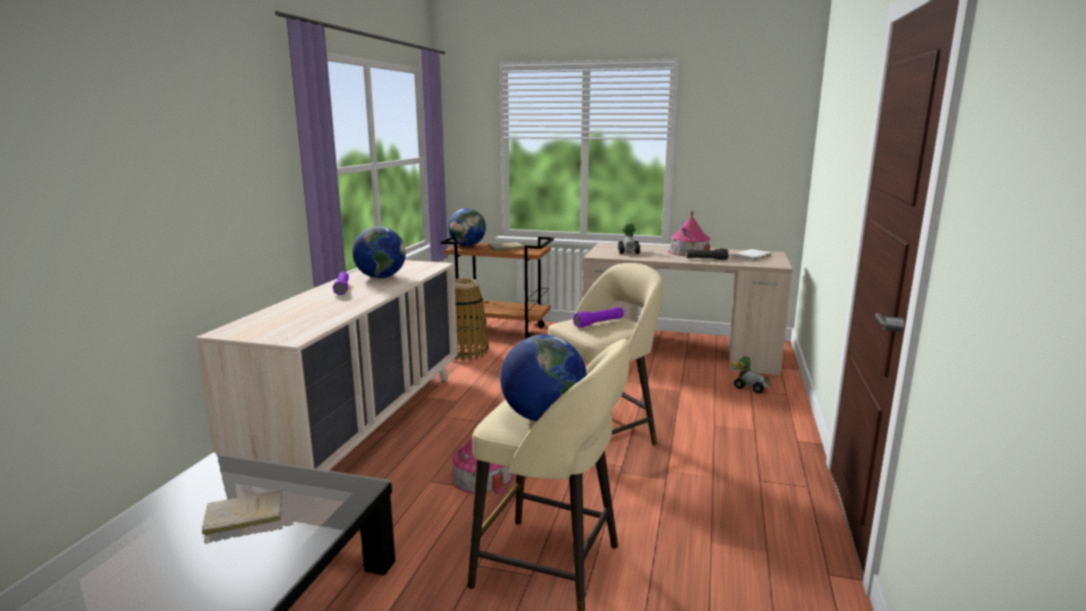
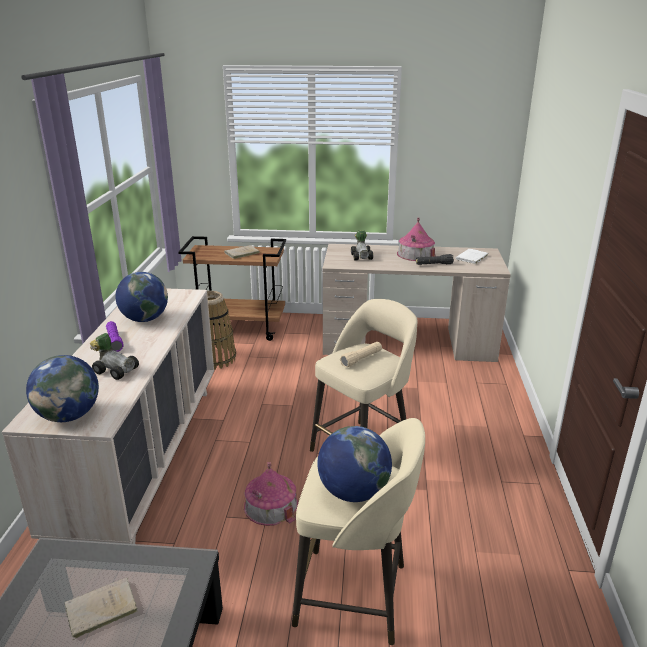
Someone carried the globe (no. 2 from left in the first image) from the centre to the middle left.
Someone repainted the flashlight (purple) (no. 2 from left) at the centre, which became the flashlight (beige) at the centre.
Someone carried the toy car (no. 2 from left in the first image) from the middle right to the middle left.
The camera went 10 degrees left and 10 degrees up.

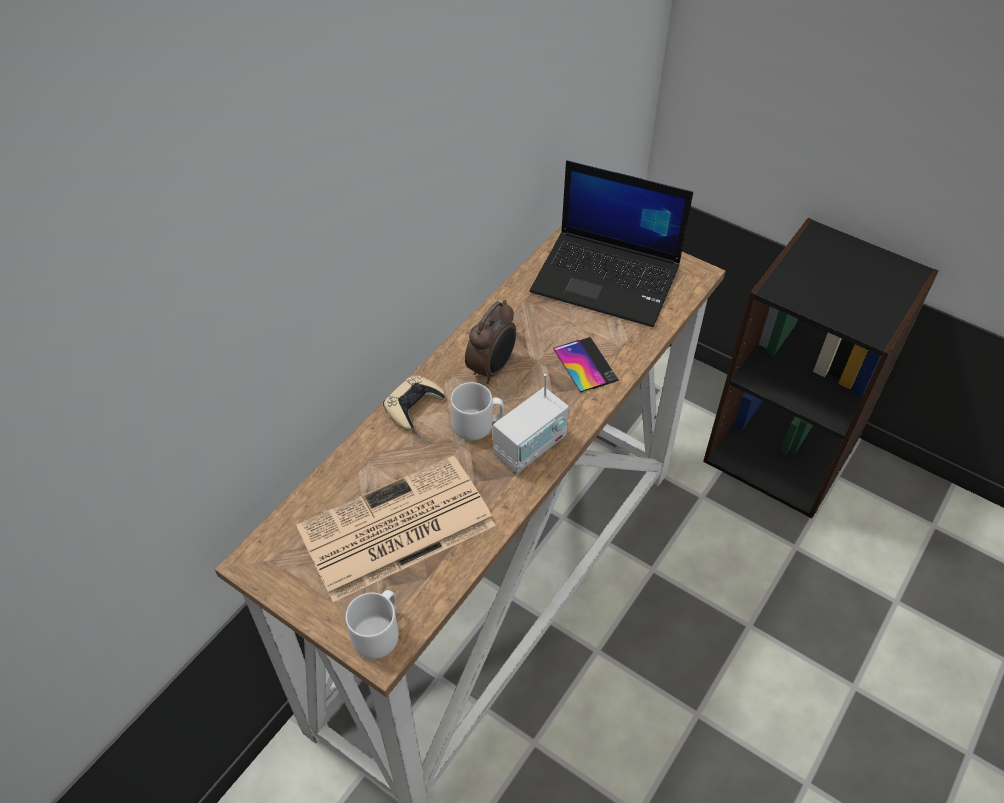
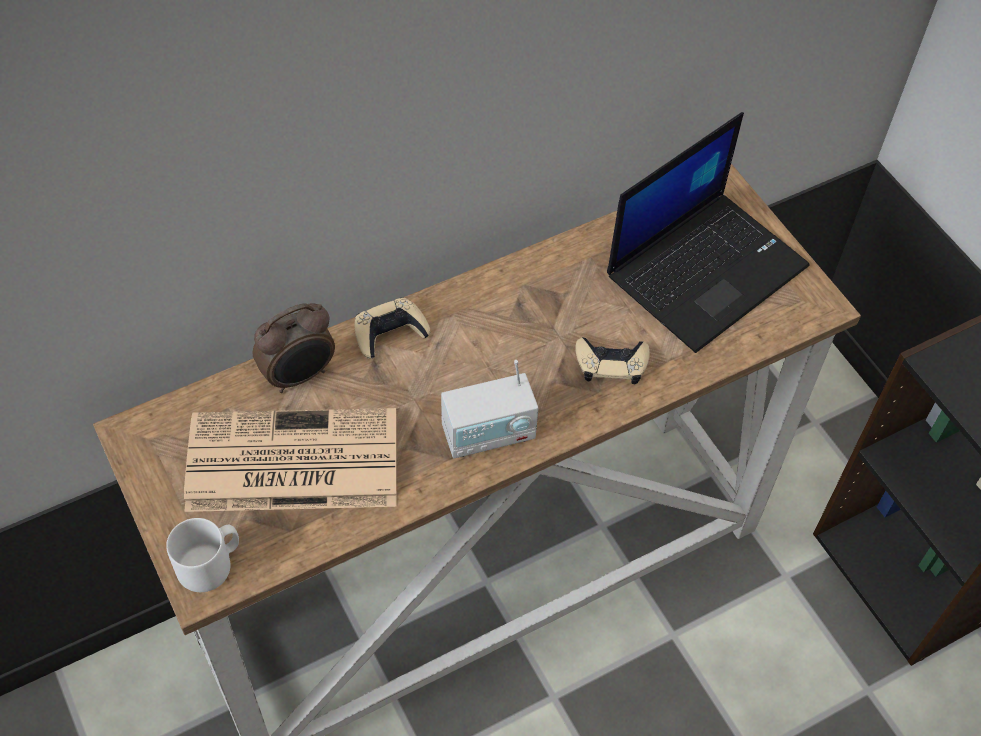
Someone took away the mug (white) (no. 2 from left) at the centre.
Someone carried the alarm clock from the centre to the middle left.
Someone rotated the laptop at the top centre by 90 degrees counterclockwise.
Someone swapped the phone at the centre for the game controller (beige) (no. 2 from left) at the centre.
The camera went 25 degrees right and 5 degrees up.

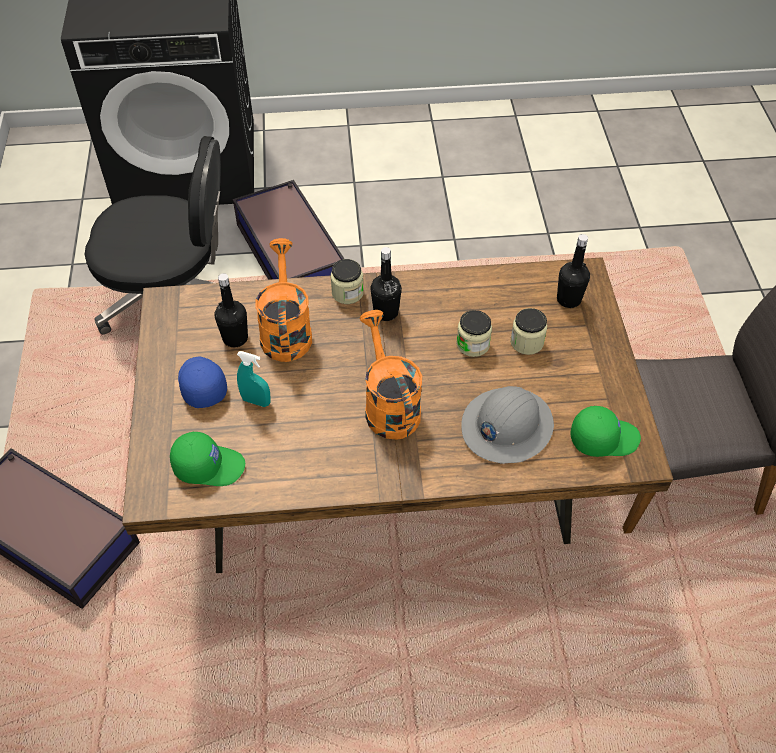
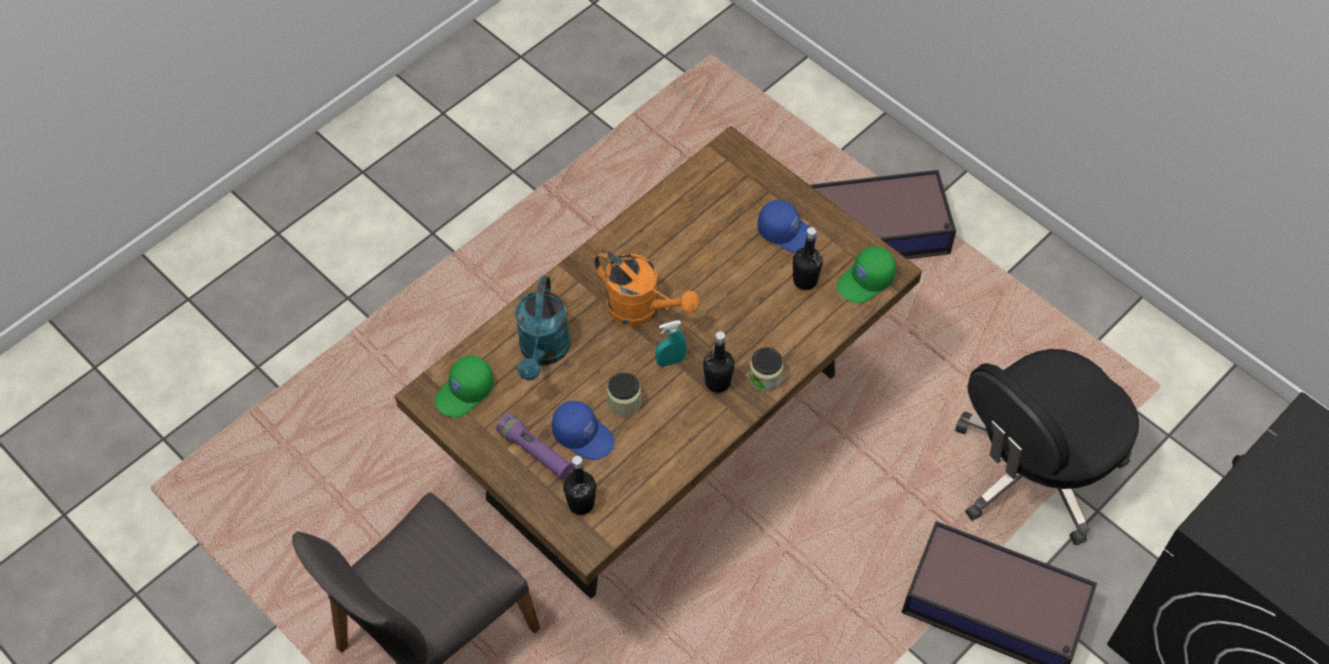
Someone carried the cap (green) (no. 1 from left in the first image) from the middle left to the centre.
Someone carried the spray bottle (turquoise) from the middle left to the centre.
Someone took away the watering can (orange) (no. 1 from left) at the centre.
Someone swapped the hard hat (grey) at the centre for the watering can (turquoise) at the centre.
Someone swapped the jar (no. 3 from left) at the middle right for the cap (blue) (no. 1 from left) at the centre.
Someone put down the flashlight (purple) at the bottom centre.
The camera went 140 degrees right and 5 degrees up.

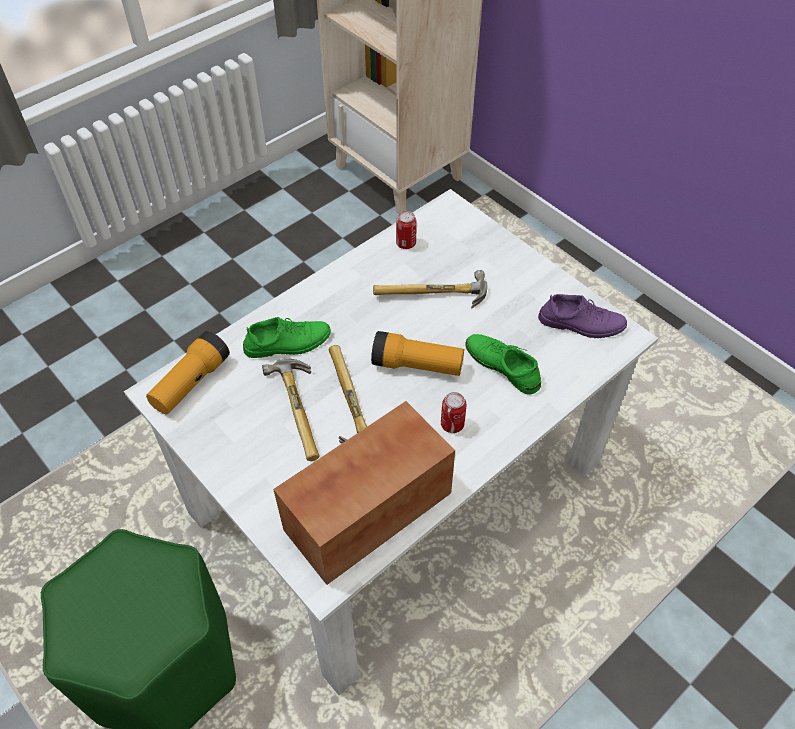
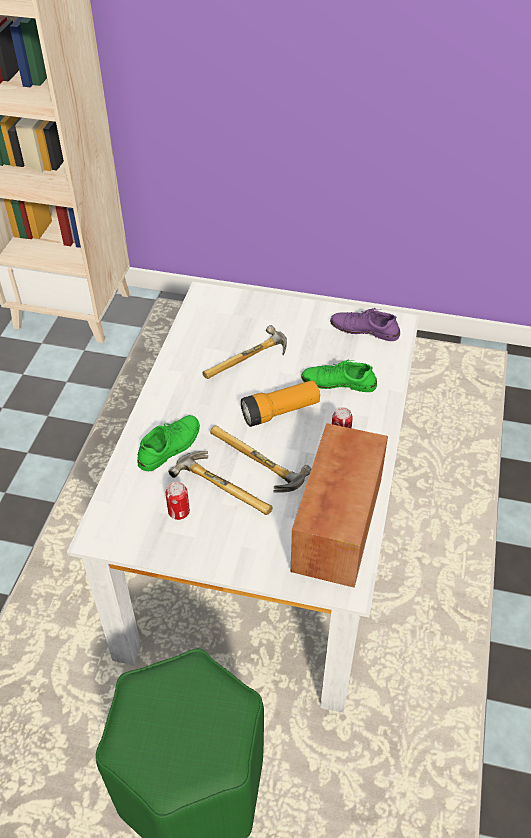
Someone took away the flashlight (no. 1 from left) at the middle left.
Someone carried the can (no. 1 from left) from the top centre to the centre.
Someone rotated the shoe (purple) at the middle right by 135 degrees counterclockwise.
The camera went 35 degrees left and 5 degrees down.

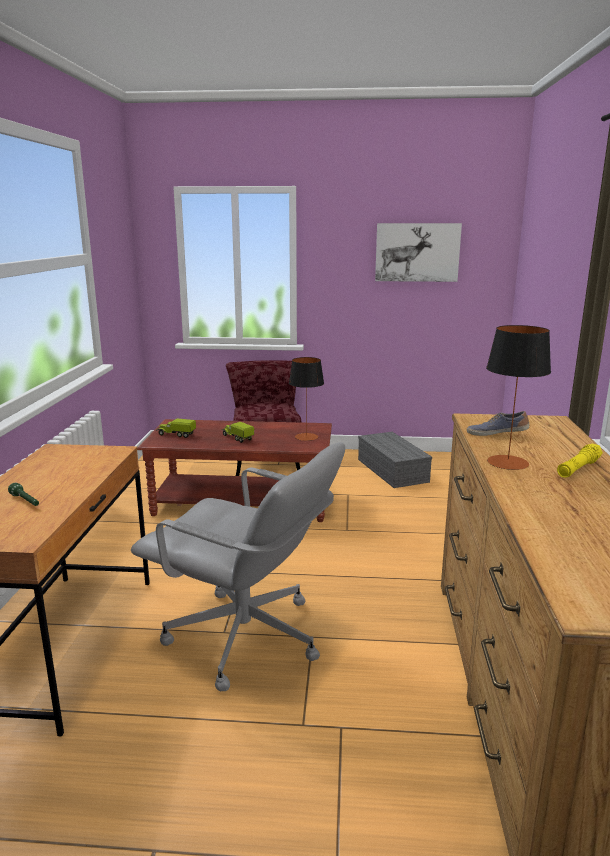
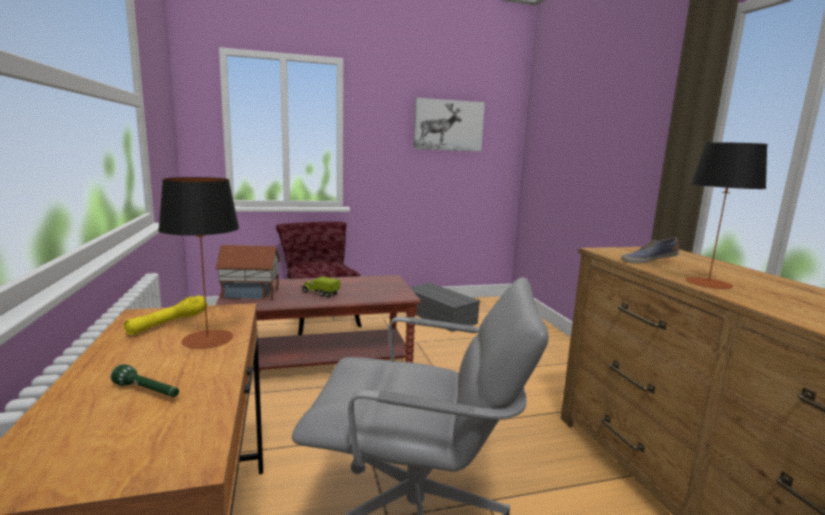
Someone swapped the toy truck (no. 1 from left) at the middle left for the toy house at the middle left.
Someone carried the table lamp (no. 1 from left) from the centre to the middle left.
Someone carried the flashlight (yellow) from the middle right to the middle left.
The camera went 20 degrees left and 5 degrees down.

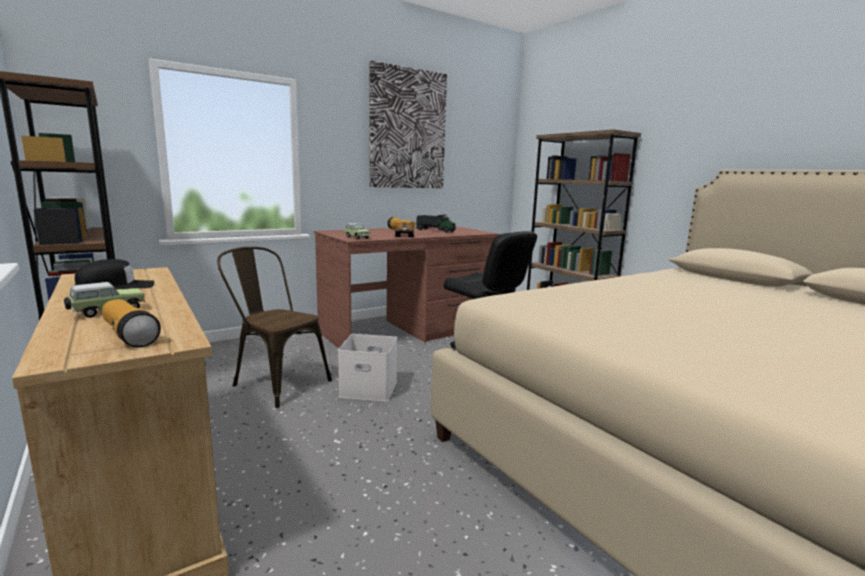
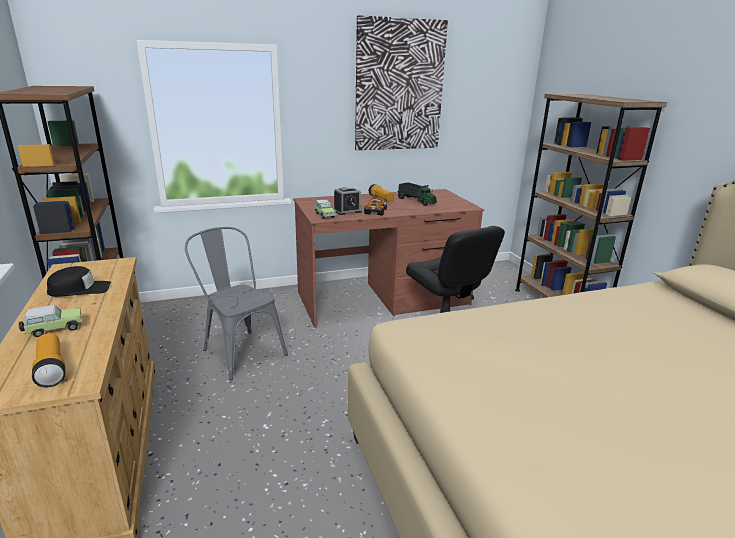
Someone repainted the chair (brown) at the middle left, which became the chair (grey) at the middle left.
Someone took away the storage box (white) at the centre.
Someone put down the alarm clock at the centre.
The camera went 15 degrees right and 10 degrees up.

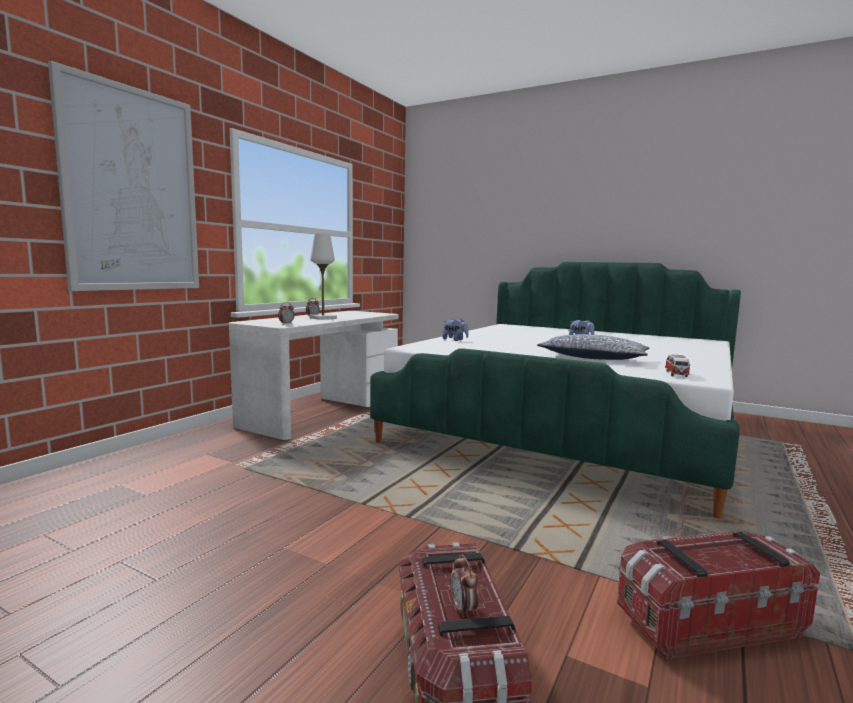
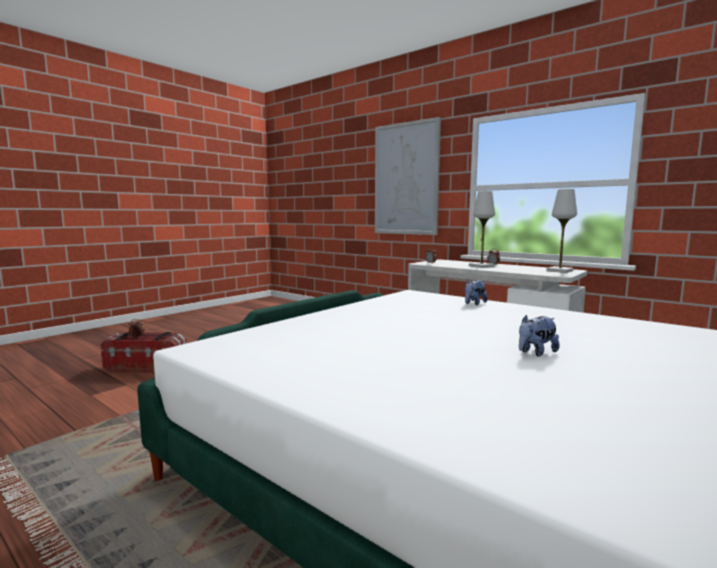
Someone took away the pillow at the middle right.
Someone took away the storage box (no. 2 from left) at the bottom right.
Someone took away the toy car at the middle right.
Someone put down the table lamp (white) (no. 2 from left) at the middle right.
The camera went 100 degrees right and 0 degrees up.

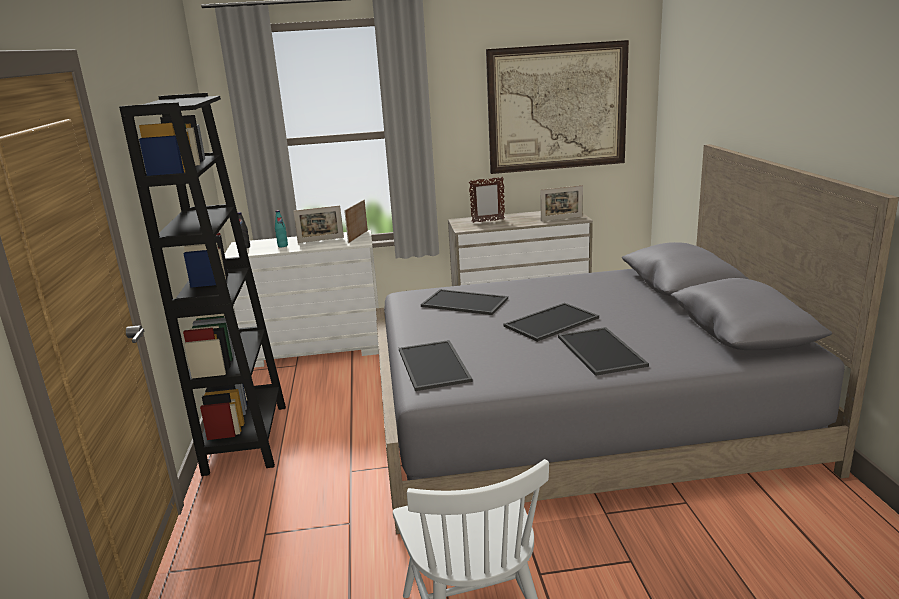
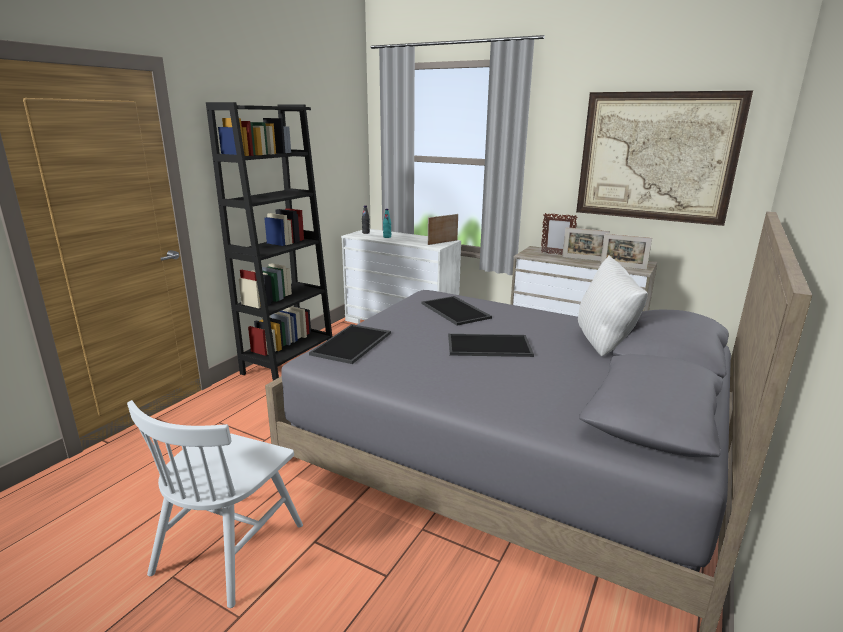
Someone carried the picture frame (no. 1 from left in the first image) from the centre to the middle right.
Someone took away the tray (no. 4 from left) at the middle right.
Someone put down the pillow (white) at the middle right.
The camera went 35 degrees right and 0 degrees up.

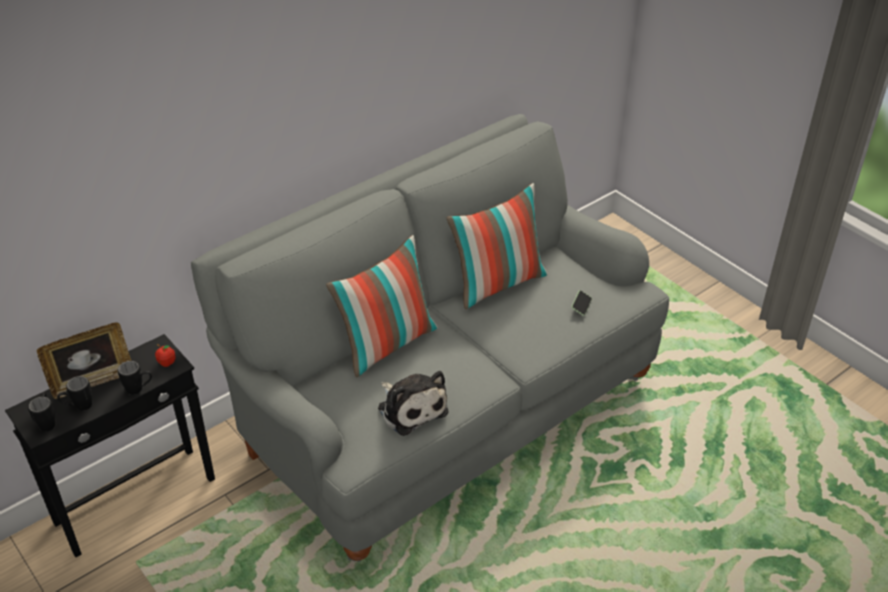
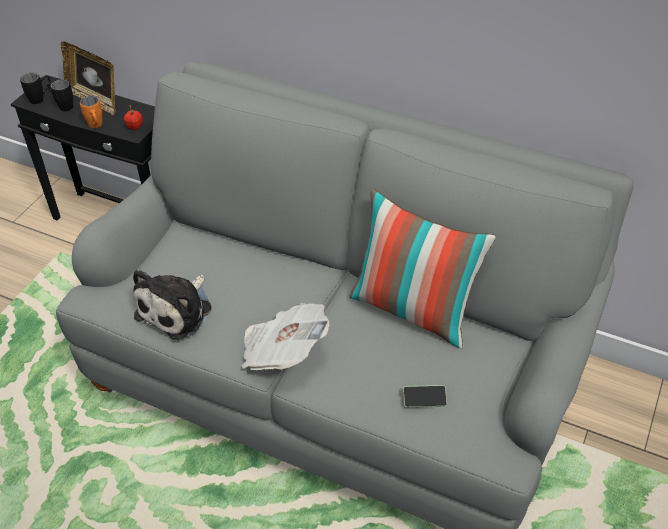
Someone repainted the mug (black) (no. 3 from left) at the middle left, which became the mug (orange) at the top left.
Someone took away the pillow (no. 1 from left) at the centre.
Someone put down the newspaper at the centre.
The camera went 65 degrees right and 5 degrees up.

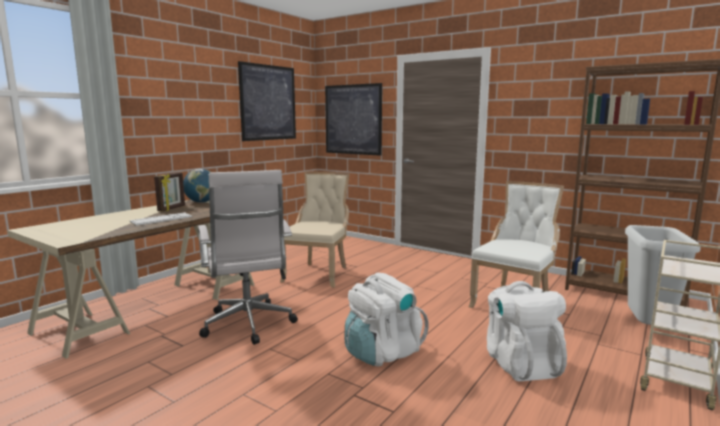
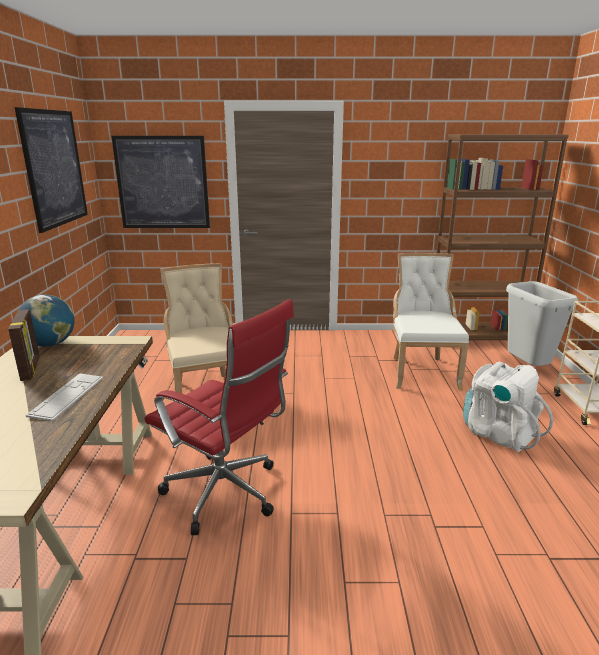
Someone repainted the office chair (white) at the centre, which became the office chair (red) at the centre.
Someone took away the backpack (white) (no. 1 from left) at the bottom centre.
The camera went 35 degrees left and 10 degrees up.

